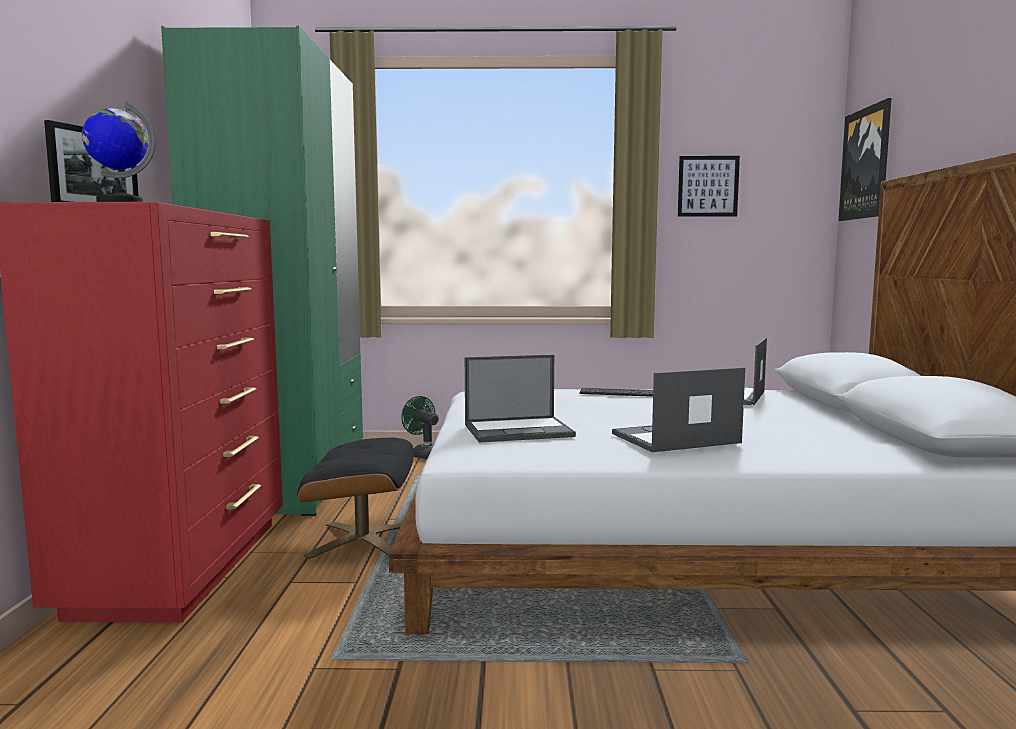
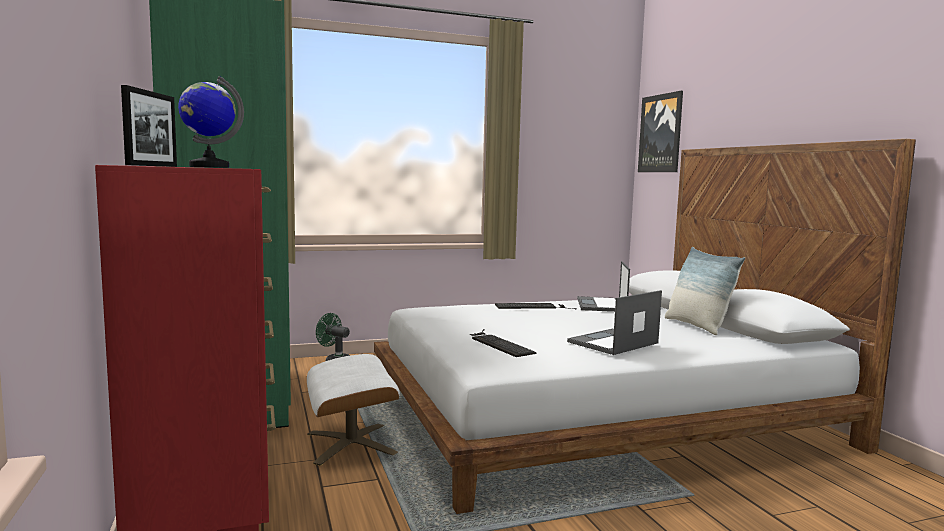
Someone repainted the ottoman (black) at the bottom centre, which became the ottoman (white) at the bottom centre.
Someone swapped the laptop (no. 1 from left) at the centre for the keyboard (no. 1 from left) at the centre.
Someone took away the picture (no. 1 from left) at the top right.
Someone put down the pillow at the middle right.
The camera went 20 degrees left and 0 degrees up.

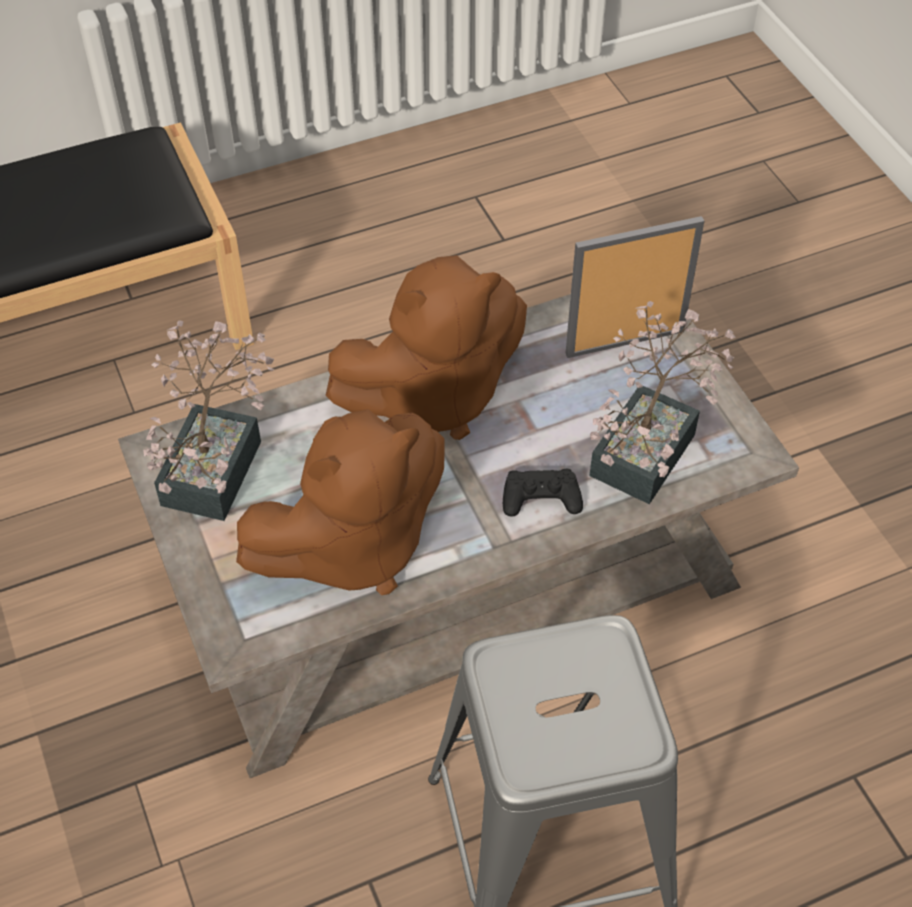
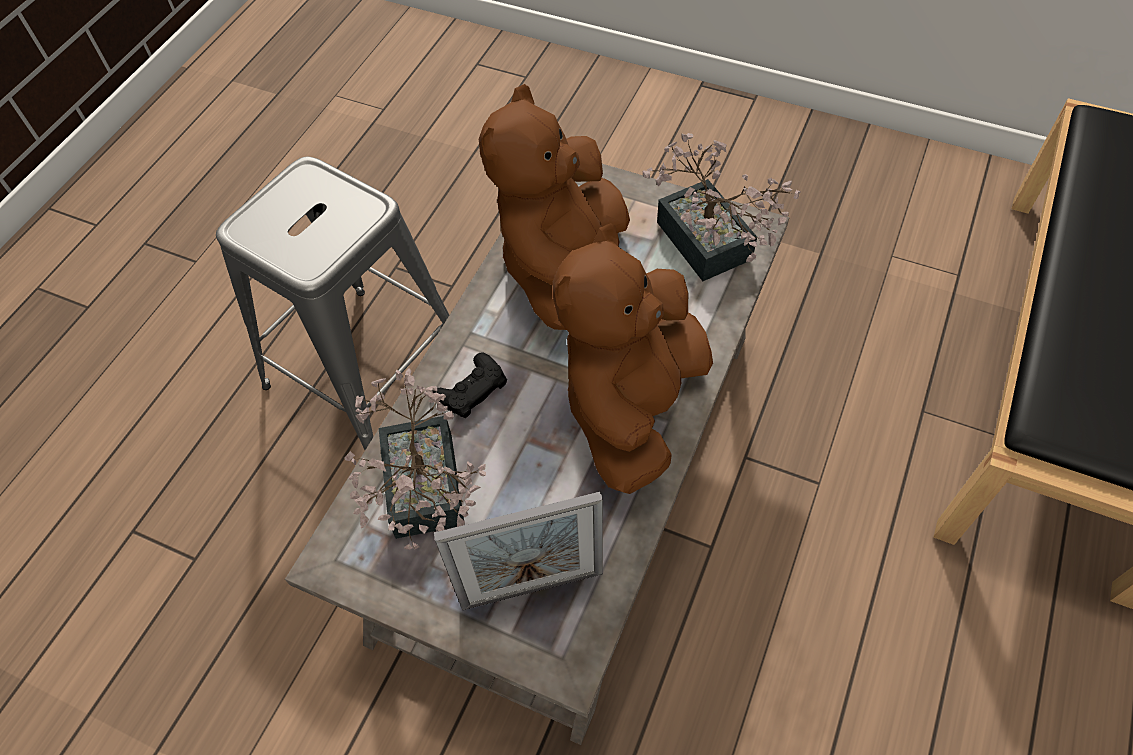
Someone rotated the picture frame at the top right by 45 degrees clockwise.
The camera went 140 degrees right and 5 degrees up.

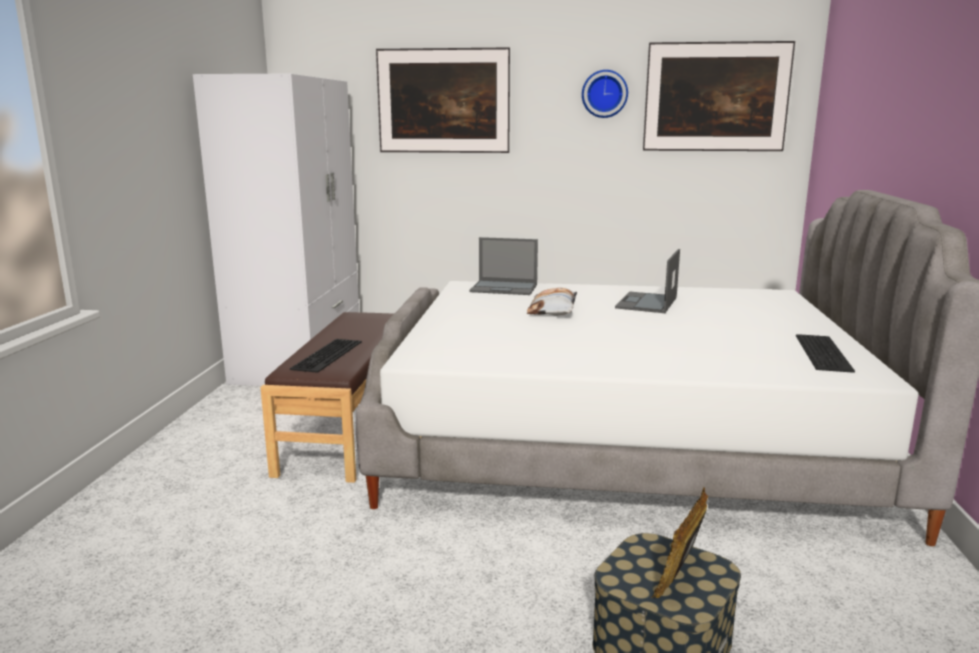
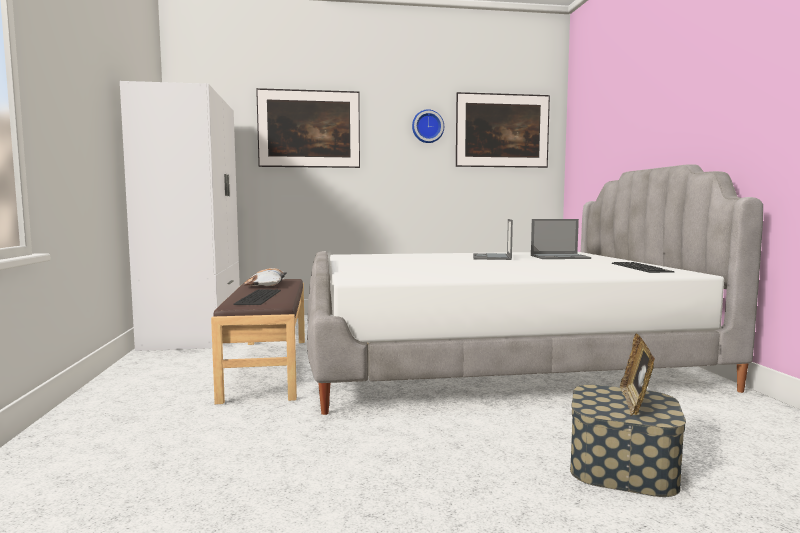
Someone carried the laptop (no. 1 from left in the first image) from the centre to the middle right.
Someone carried the pillow from the centre to the middle left.
The camera went 15 degrees left and 10 degrees down.

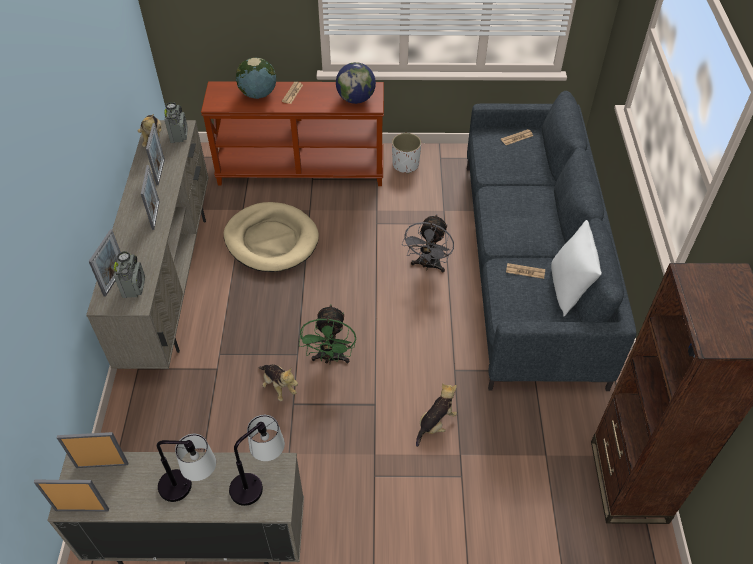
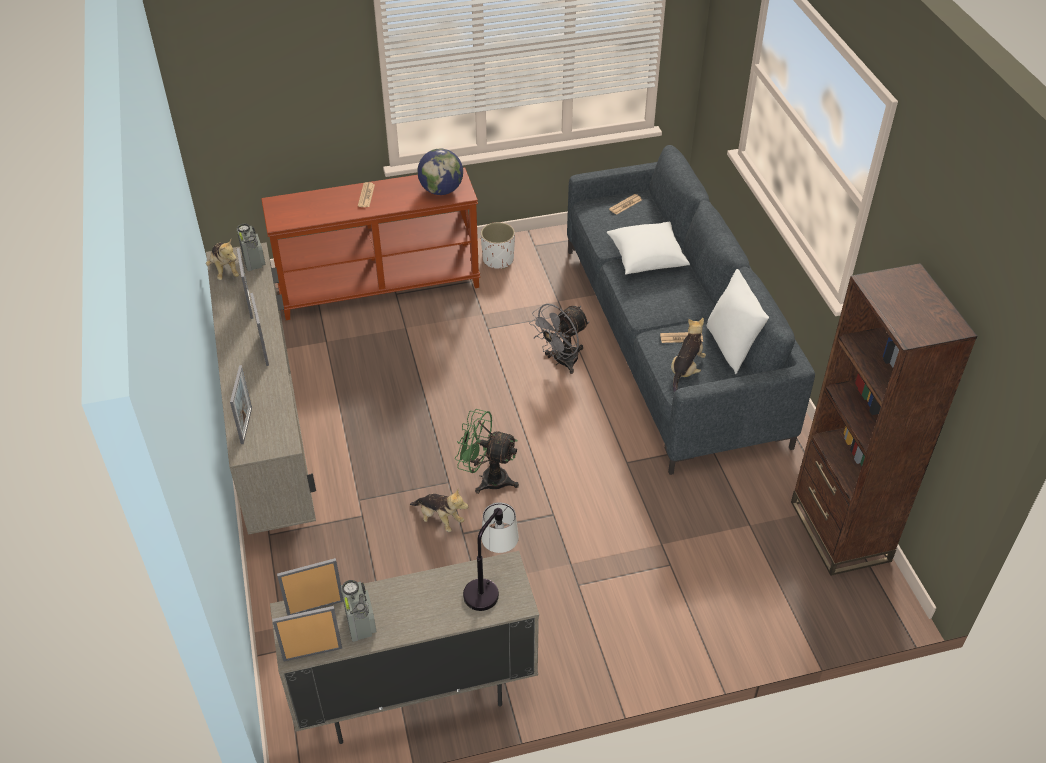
Someone carried the radio (no. 1 from left in the first image) from the middle left to the bottom centre.
Someone took away the table lamp (no. 1 from left) at the bottom left.
Someone took away the dog bed (beige) at the centre.
Someone took away the globe (no. 1 from left) at the top centre.
Someone rotated the fan (green) at the centre by 120 degrees clockwise.
Someone rotated the fan (grey) at the centre by 45 degrees clockwise.
Someone carried the plush toy (no. 3 from left) from the bottom centre to the centre.
Someone put down the pillow (white) (no. 1 from left) at the top centre.
The camera went 15 degrees left and 5 degrees down.

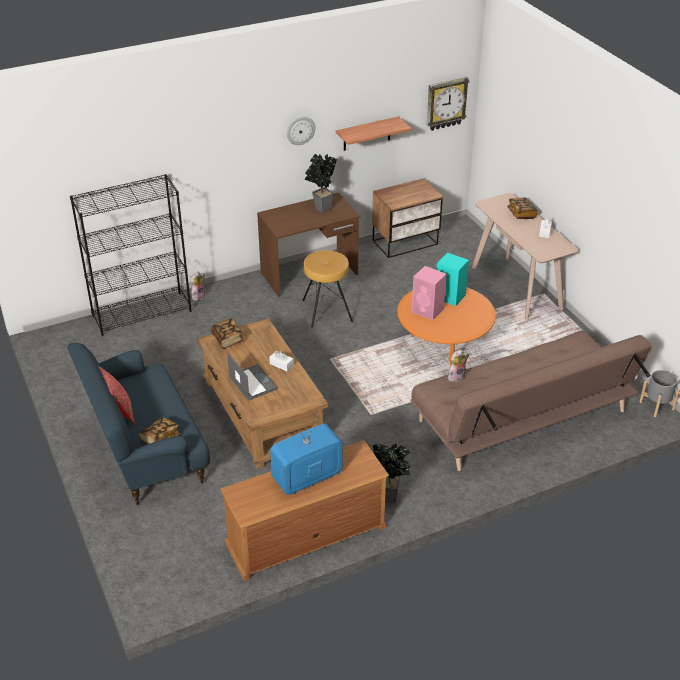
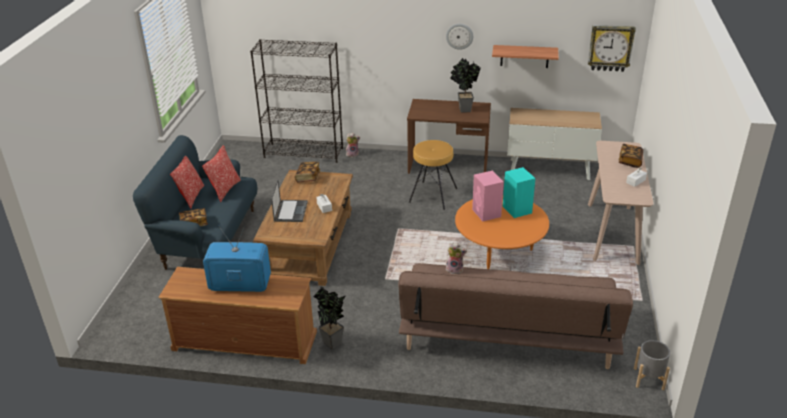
Someone swapped the nightstand at the top centre for the cabinet at the middle right.
Someone put down the pillow (no. 2 from left) at the middle left.
The camera went 35 degrees right and 5 degrees down.

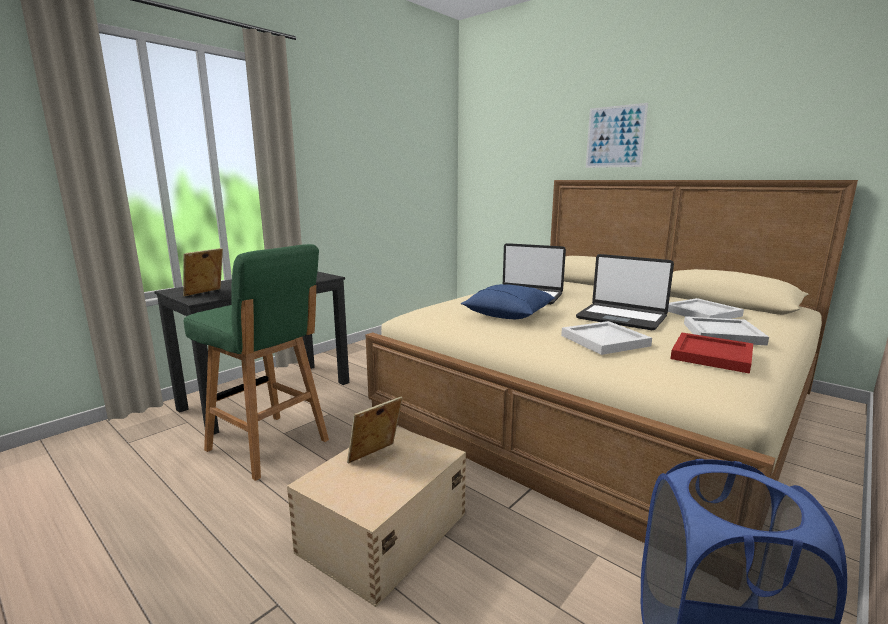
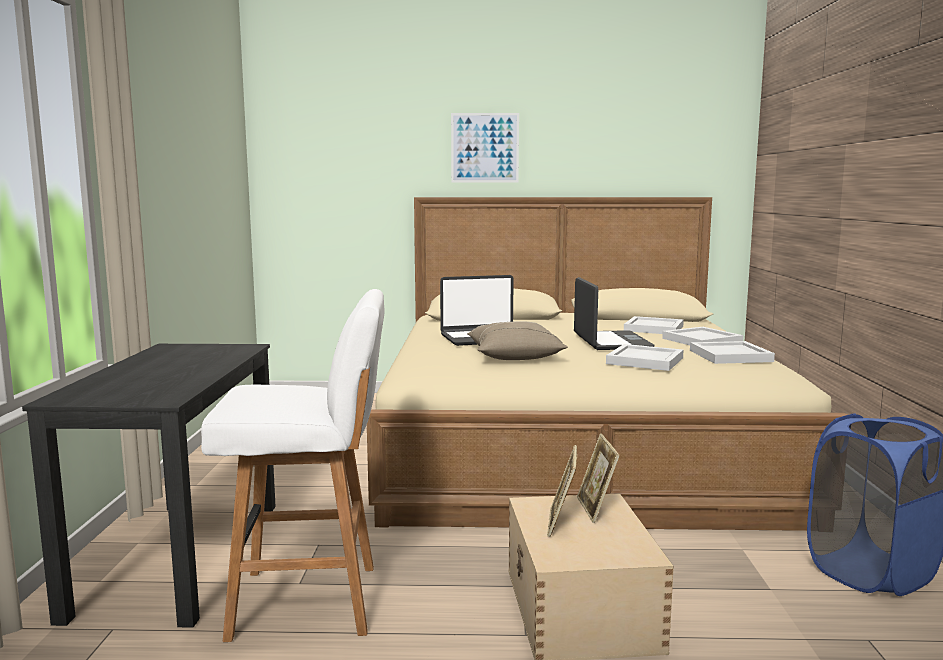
Someone carried the picture frame (no. 1 from left in the first image) from the middle left to the bottom centre.
Someone repainted the stool (green) at the middle left, which became the stool (white) at the bottom left.
Someone repainted the pillow (blue) at the centre, which became the pillow (beige) at the centre.
Someone rotated the laptop (no. 2 from left) at the middle right by 90 degrees counterclockwise.
Someone repainted the tray (red) at the middle right, which became the tray (white) (no. 4 from left) at the middle right.
The camera went 40 degrees left and 5 degrees down.

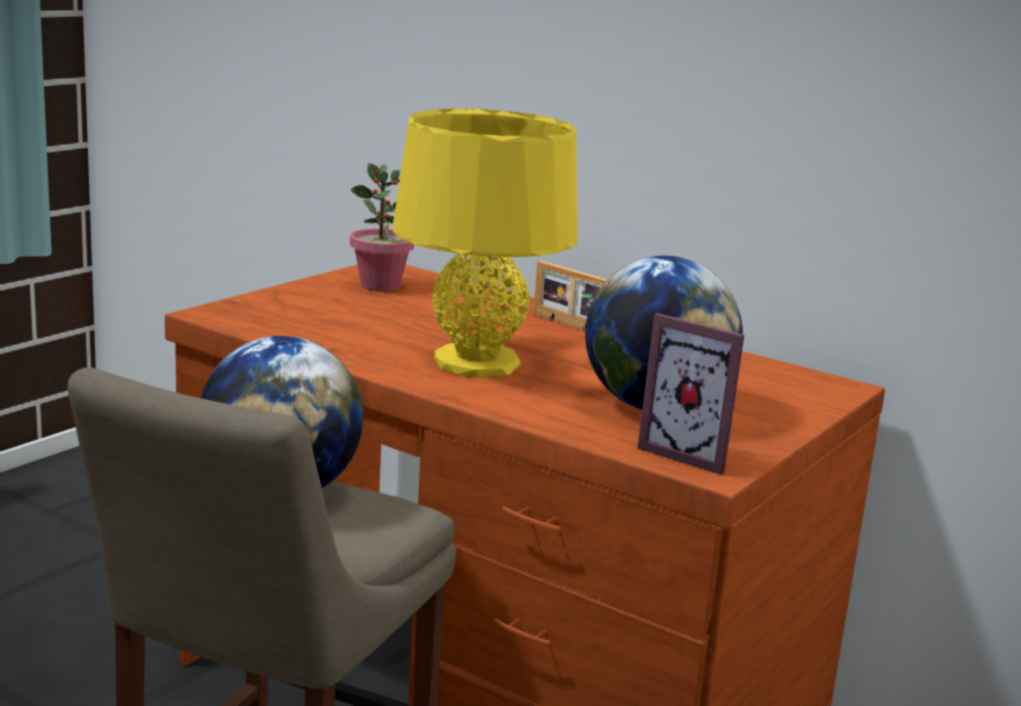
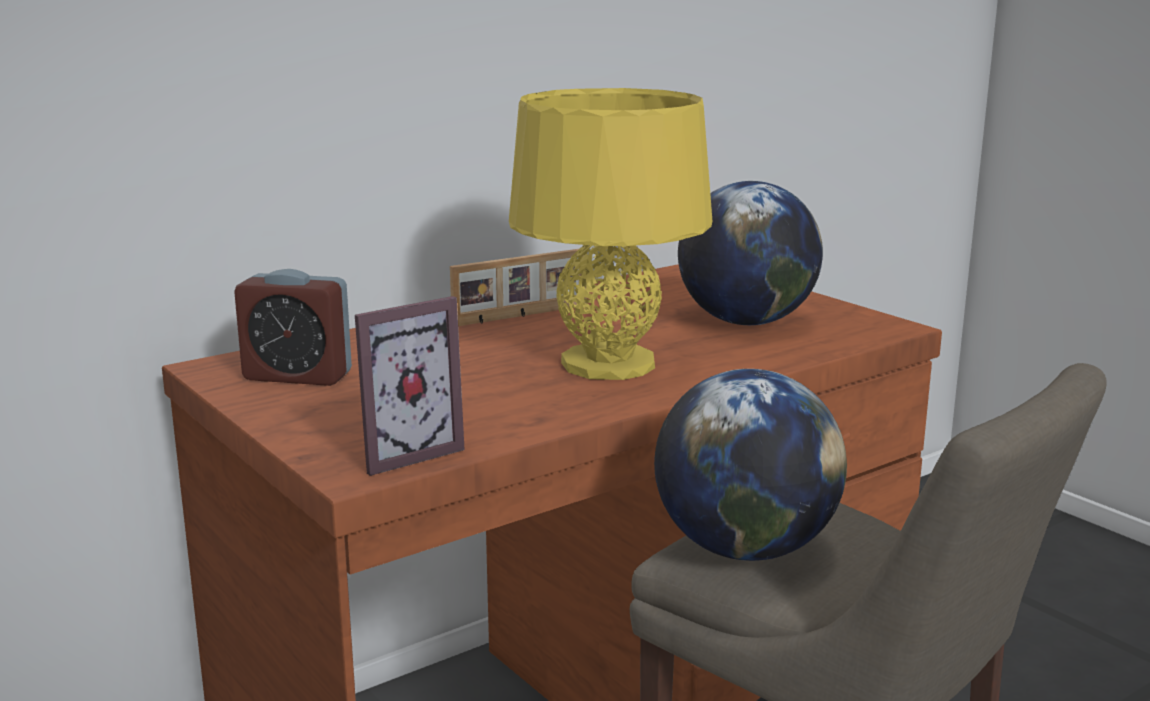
Someone swapped the potted plant at the top centre for the alarm clock at the middle left.
Someone carried the picture frame (no. 2 from left in the first image) from the middle right to the centre.
The camera went 70 degrees left and 0 degrees up.

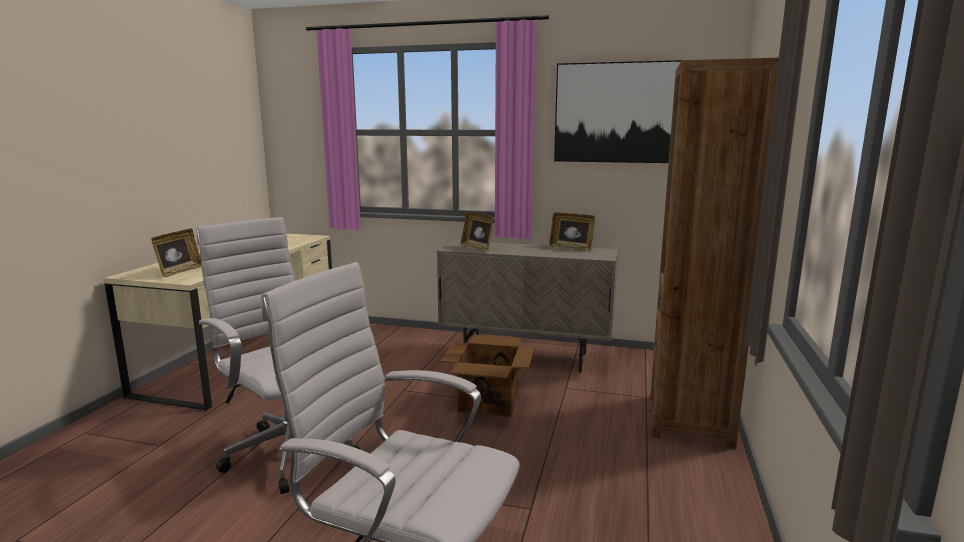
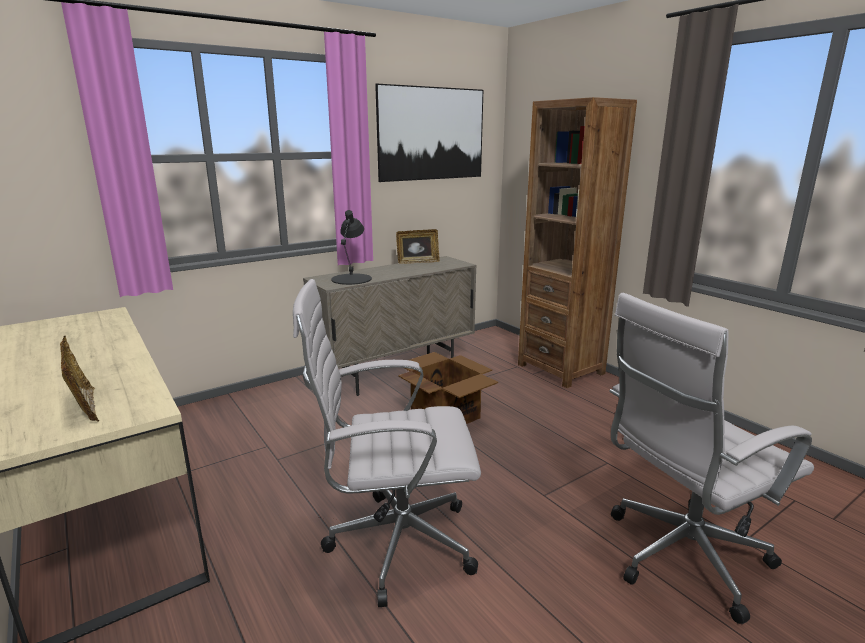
Someone swapped the picture frame (no. 2 from left) at the centre for the table lamp (black) at the centre.
The camera went 50 degrees left and 5 degrees up.

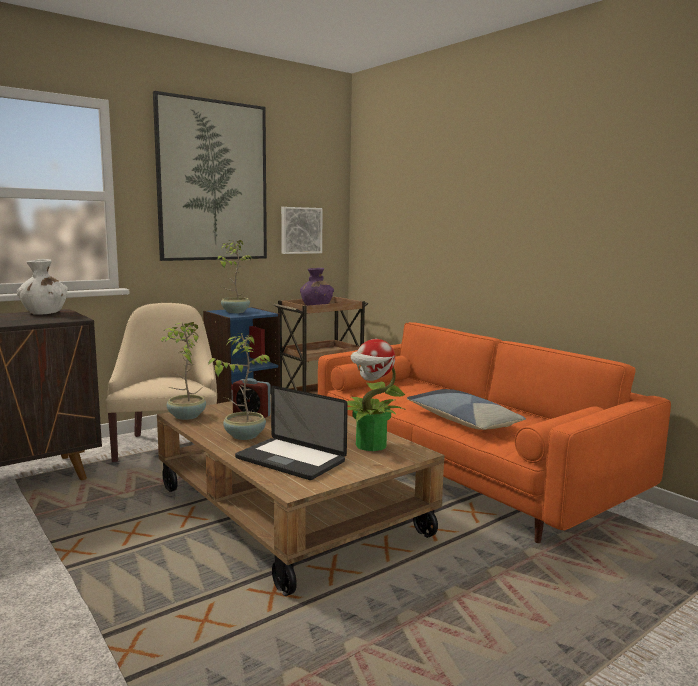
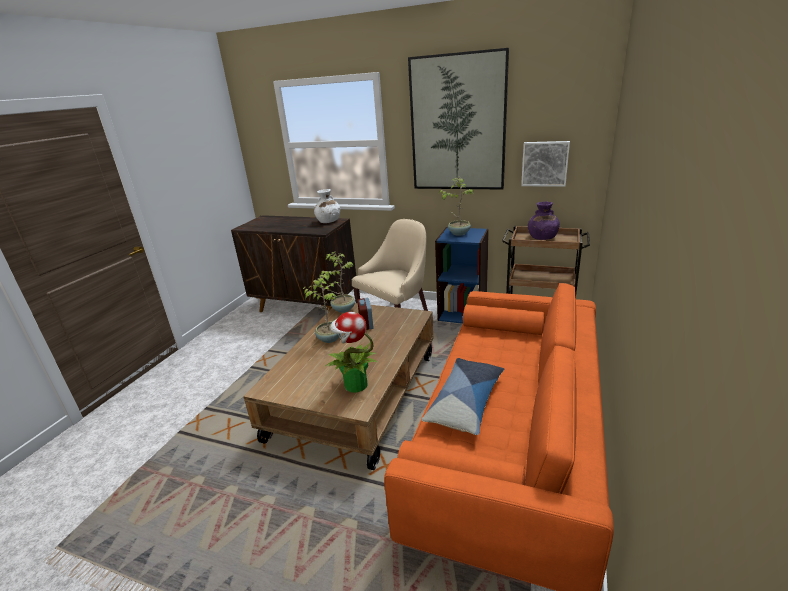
Someone took away the laptop at the centre.
The camera went 60 degrees right and 15 degrees up.

